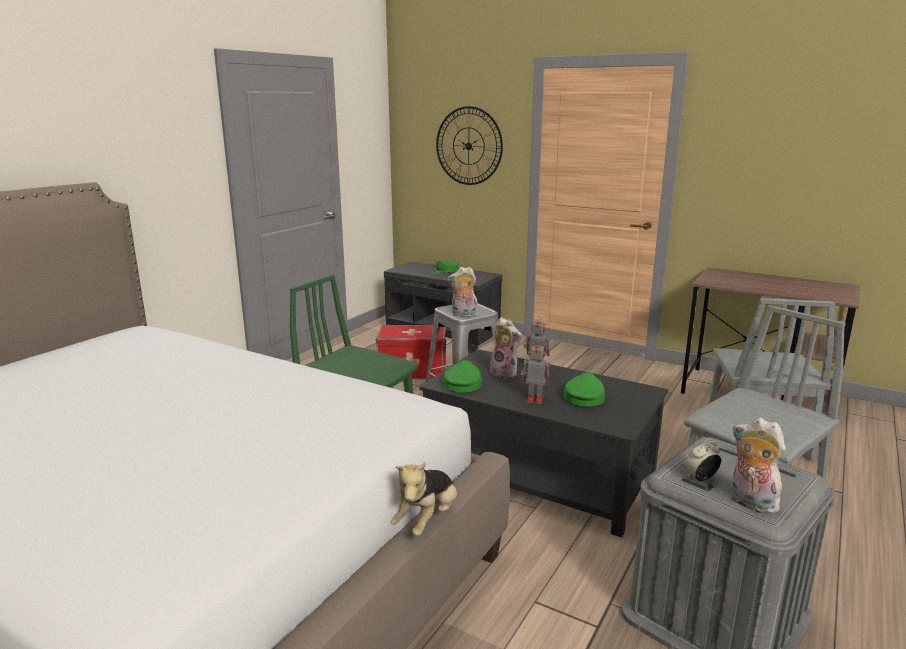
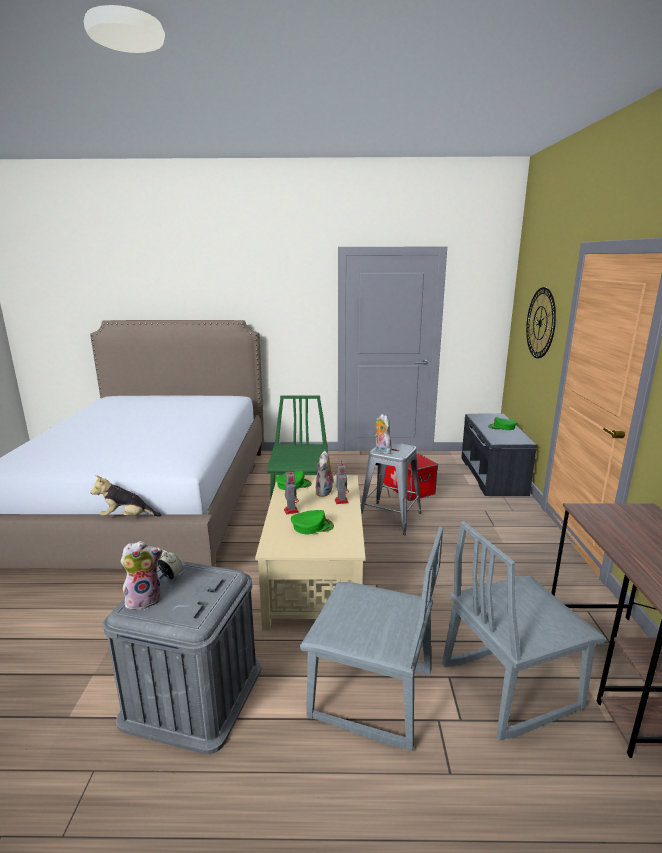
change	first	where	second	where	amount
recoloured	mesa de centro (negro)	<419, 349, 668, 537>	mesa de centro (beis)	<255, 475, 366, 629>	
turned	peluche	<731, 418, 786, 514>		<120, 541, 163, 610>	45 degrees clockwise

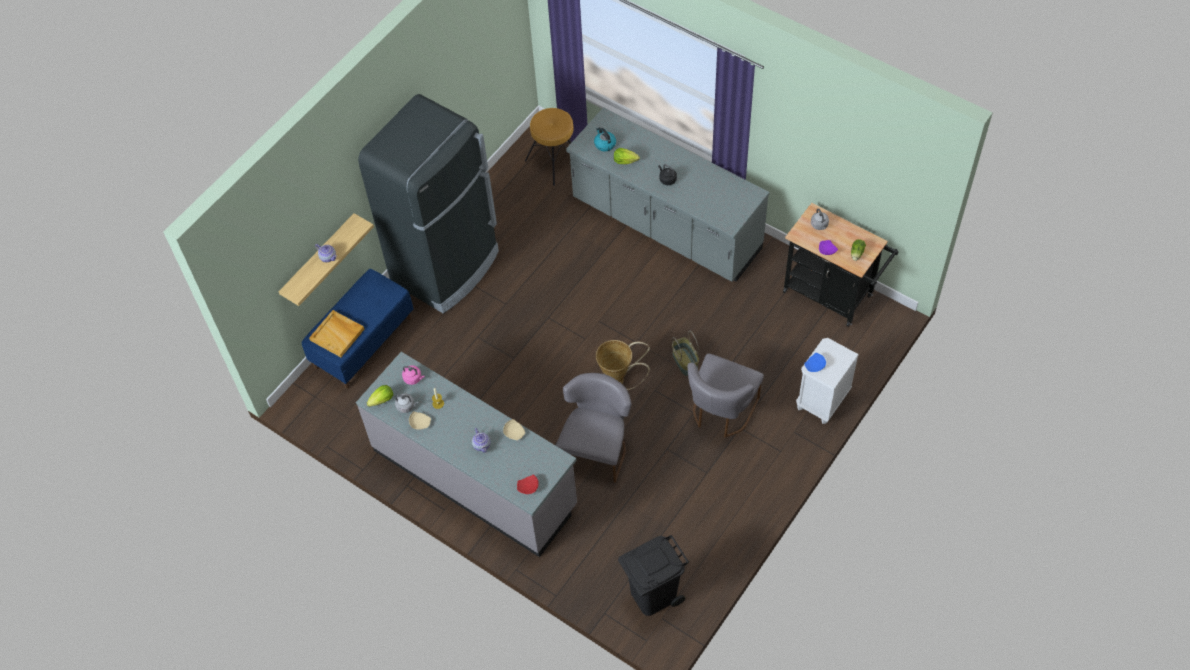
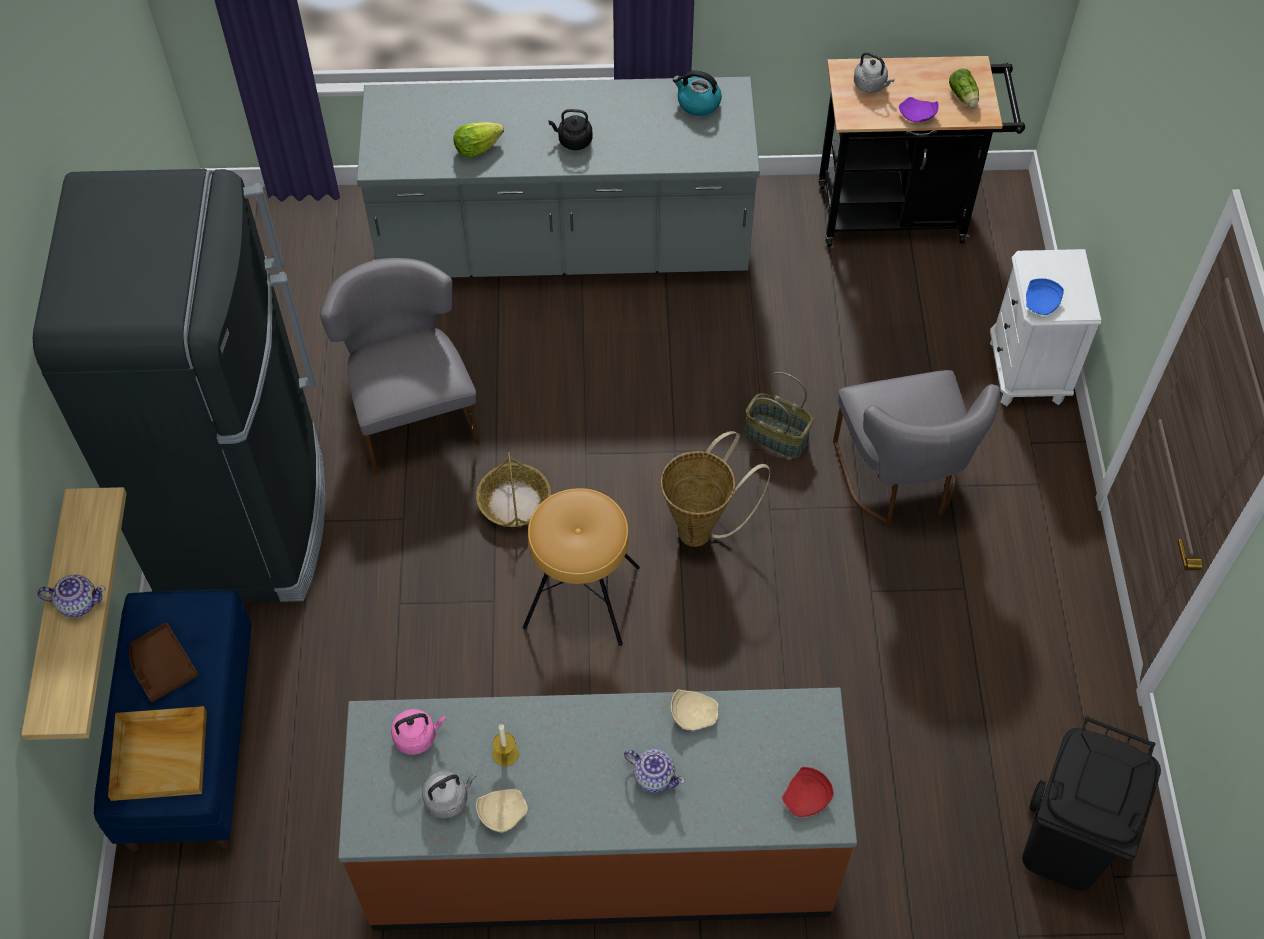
change	first	where	second	where	amount
moved	taburete (marrón)	<525, 108, 574, 186>		<523, 488, 640, 646>	
moved	hervidor	<594, 127, 616, 151>		<673, 70, 722, 116>	
recoloured	mueble bajo de cocina (gris)	<356, 352, 577, 557>	mueble bajo de cocina (marrón)	<338, 688, 857, 930>	
moved	silla (gris)	<556, 373, 631, 483>		<320, 258, 479, 474>	
removed	lechuga	<367, 385, 393, 407>			
added			cesta	<476, 452, 551, 527>	
added			bandeja (marrón)	<129, 623, 198, 702>	

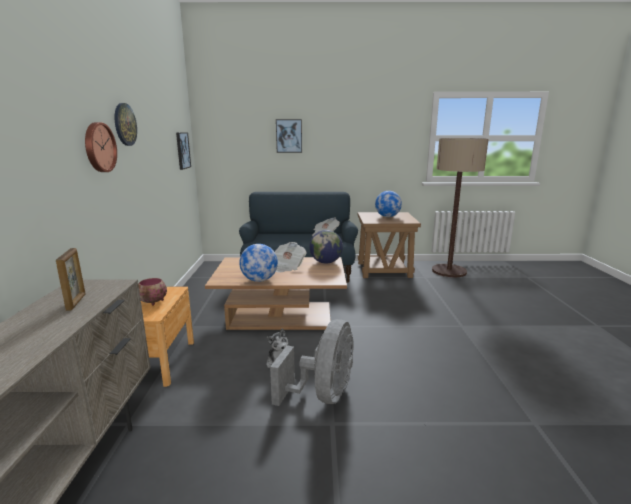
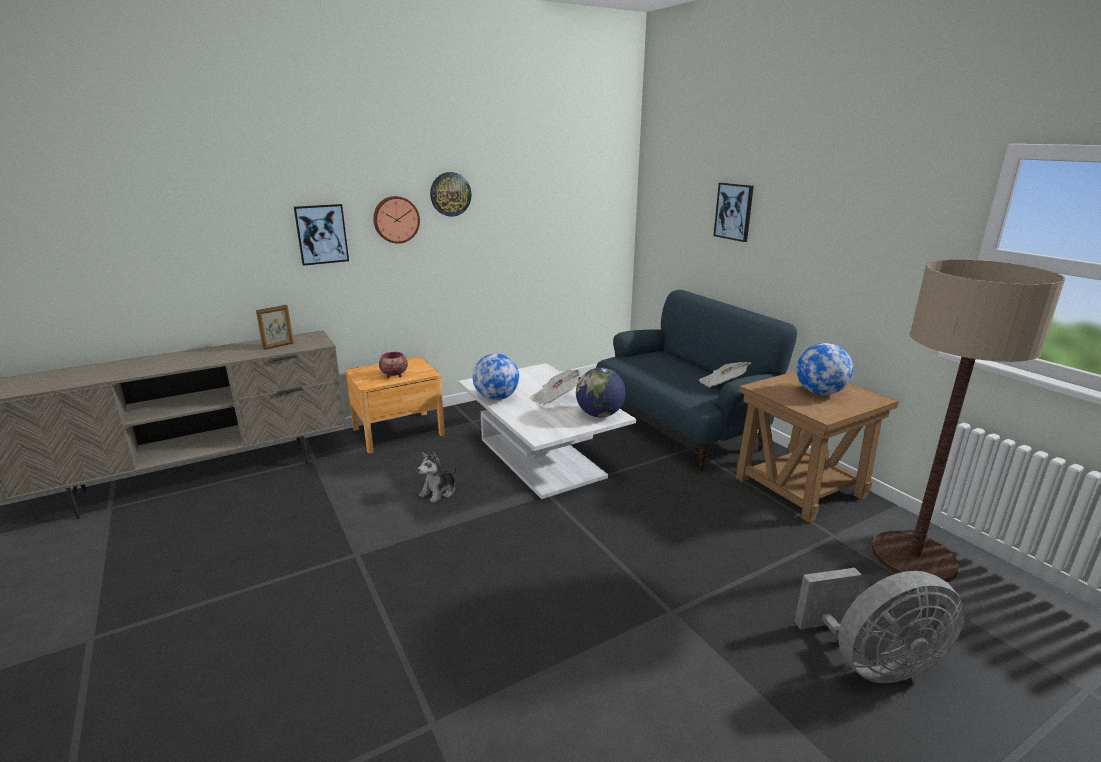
change	first	where	second	where	amount
moved	cuadro	<176, 132, 191, 170>		<294, 204, 349, 266>	
recoloured	mesa de centro (marrón)	<205, 257, 347, 330>	mesa de centro (blanco)	<458, 363, 636, 499>	
moved	ventilador (gris)	<270, 319, 353, 406>		<794, 568, 965, 683>	

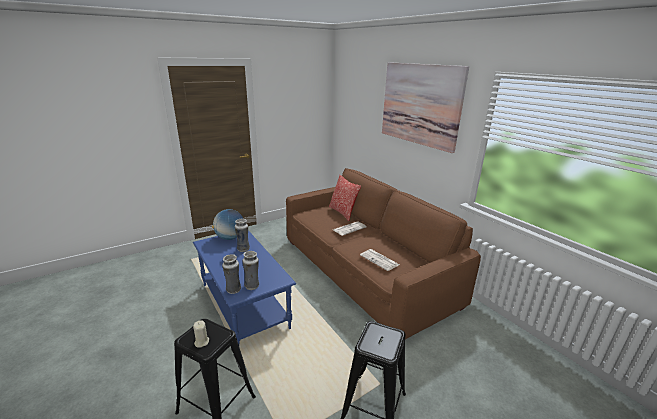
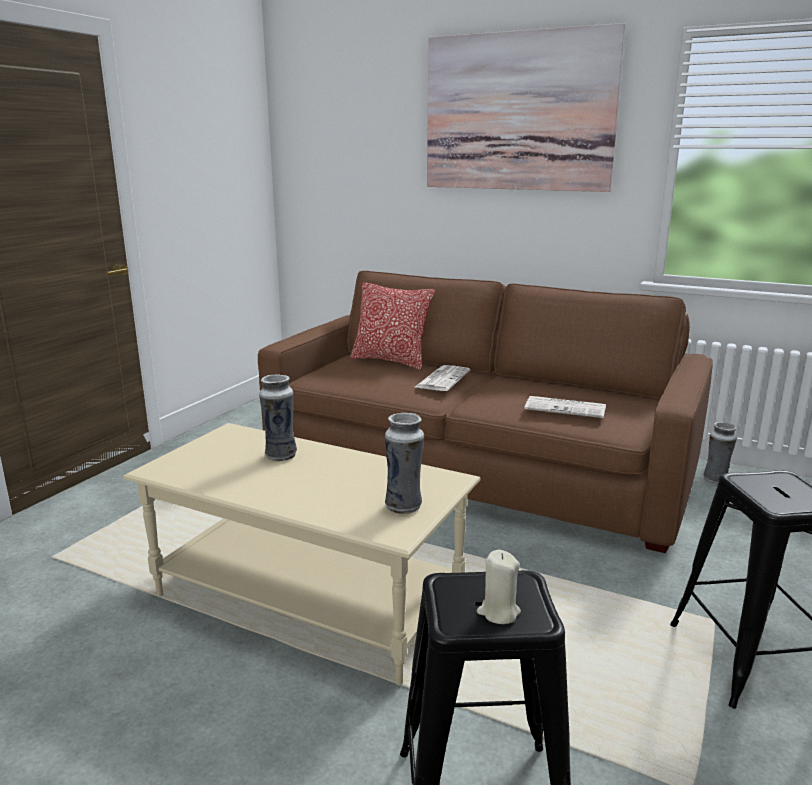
change	first	where	second	where	amount
removed	globo terráqueo	<212, 209, 243, 240>			
recoloured	mesa de centro (azul)	<193, 230, 296, 344>	mesa de centro (beis)	<123, 423, 481, 686>	
moved	florero	<222, 254, 241, 294>		<703, 421, 737, 484>	

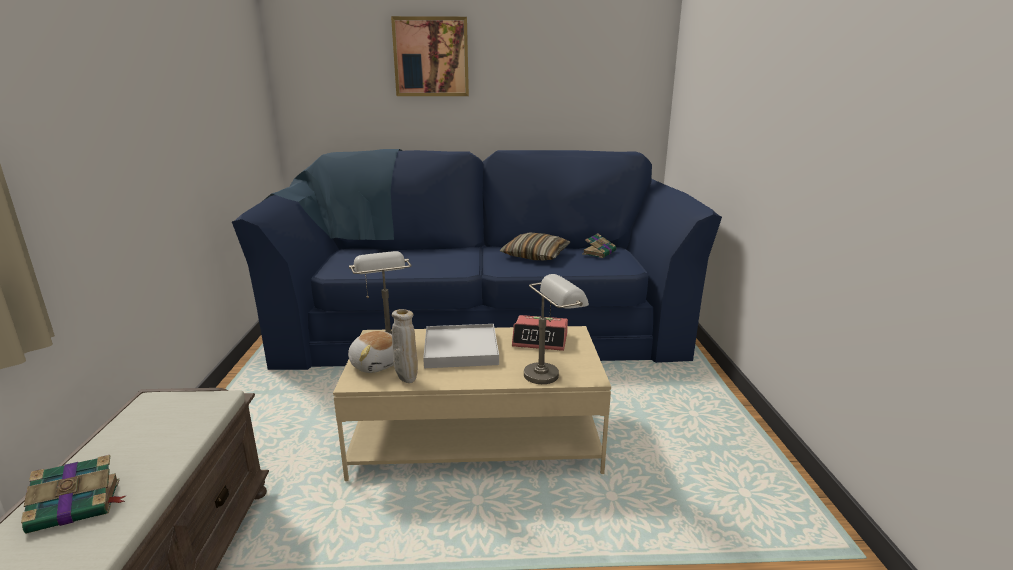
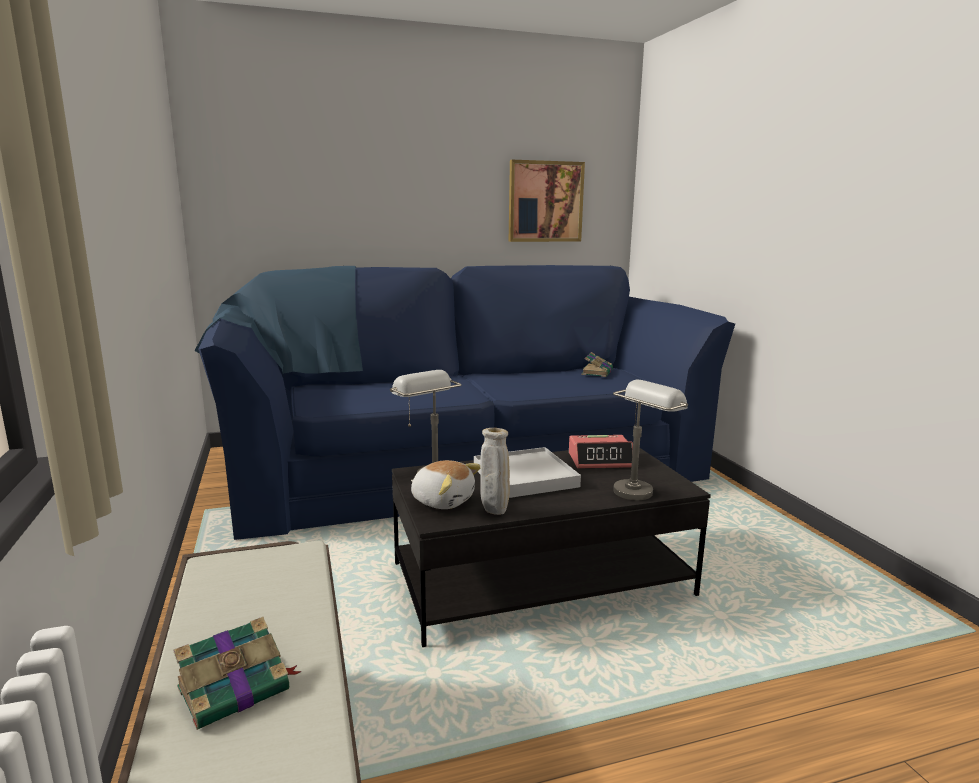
change	first	where	second	where	amount
moved	cuadro	<391, 16, 469, 96>		<509, 160, 585, 242>	
removed	cojín	<500, 232, 570, 260>			
recoloured	mesa de centro (beis)	<333, 326, 611, 481>	mesa de centro (negro)	<392, 448, 711, 647>	

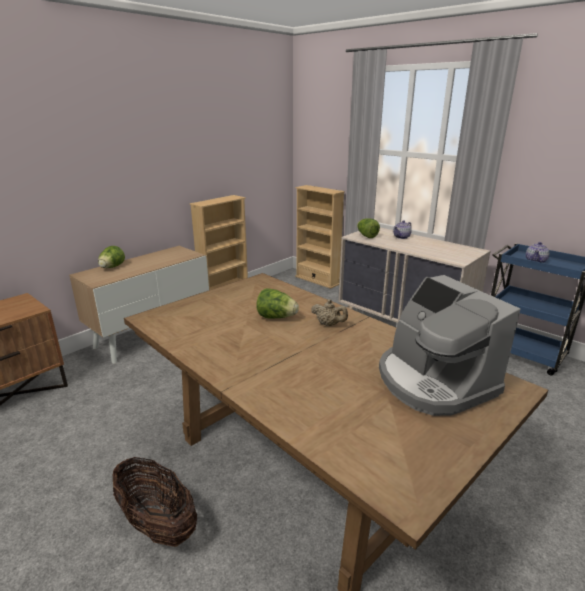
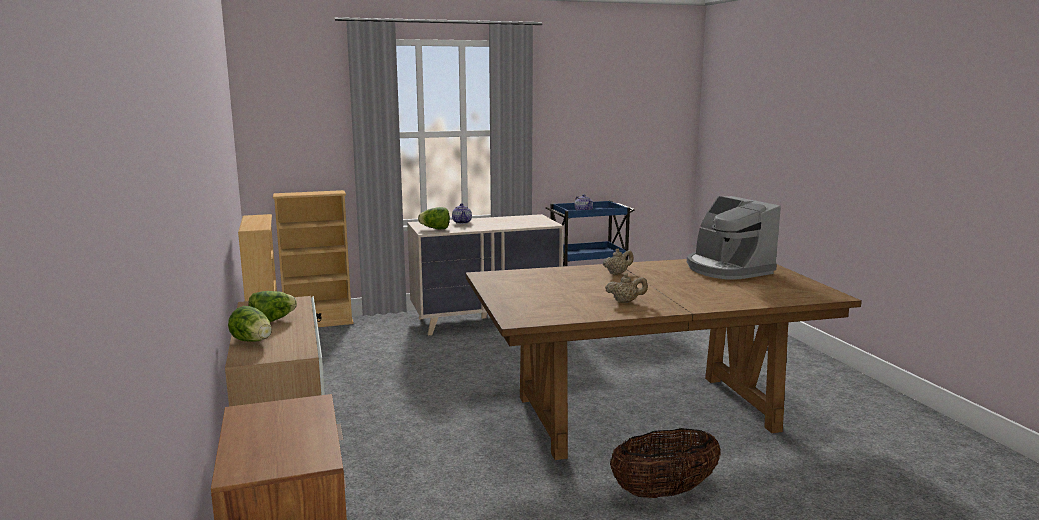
change	first	where	second	where	amount
turned	cafetera	<379, 275, 520, 416>		<687, 196, 781, 279>	60 degrees clockwise
moved	lechuga	<256, 288, 299, 318>		<248, 291, 297, 322>	
added			tetera (beis)	<605, 273, 648, 303>	

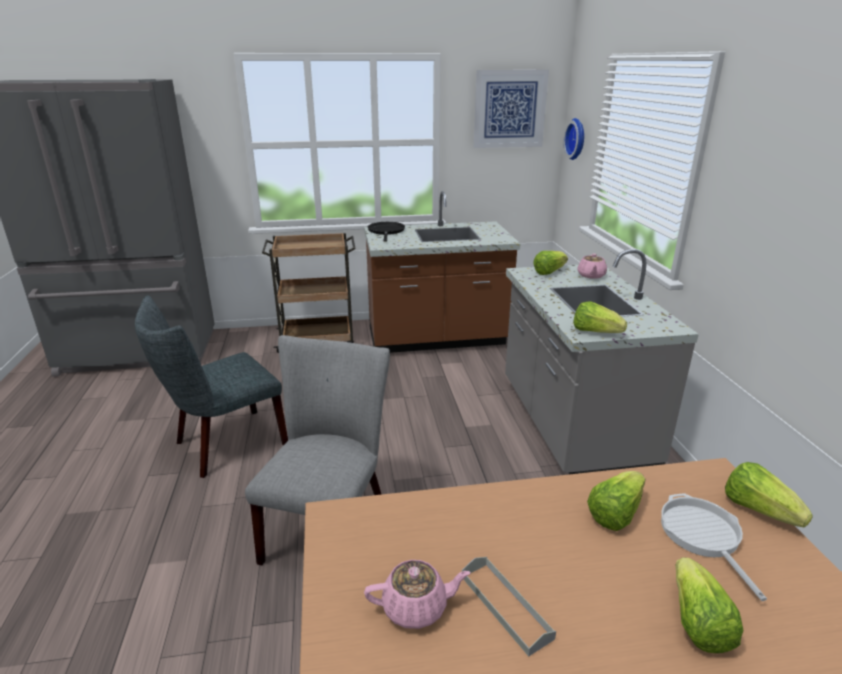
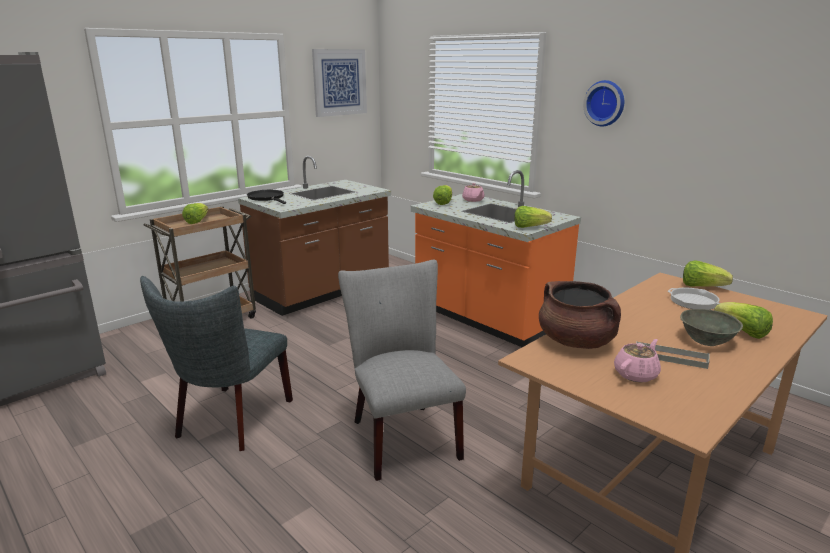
change	first	where	second	where	amount
moved	reloj de pared	<563, 118, 584, 160>		<583, 80, 624, 127>	
recoloured	mueble bajo de cocina (gris)	<505, 249, 699, 474>	mueble bajo de cocina (naranja)	<411, 170, 581, 347>	
moved	lechuga	<587, 471, 645, 531>		<182, 203, 208, 224>	
added			olla (marrón)	<539, 281, 621, 349>	
added			cuenco (gris)	<680, 309, 743, 346>	

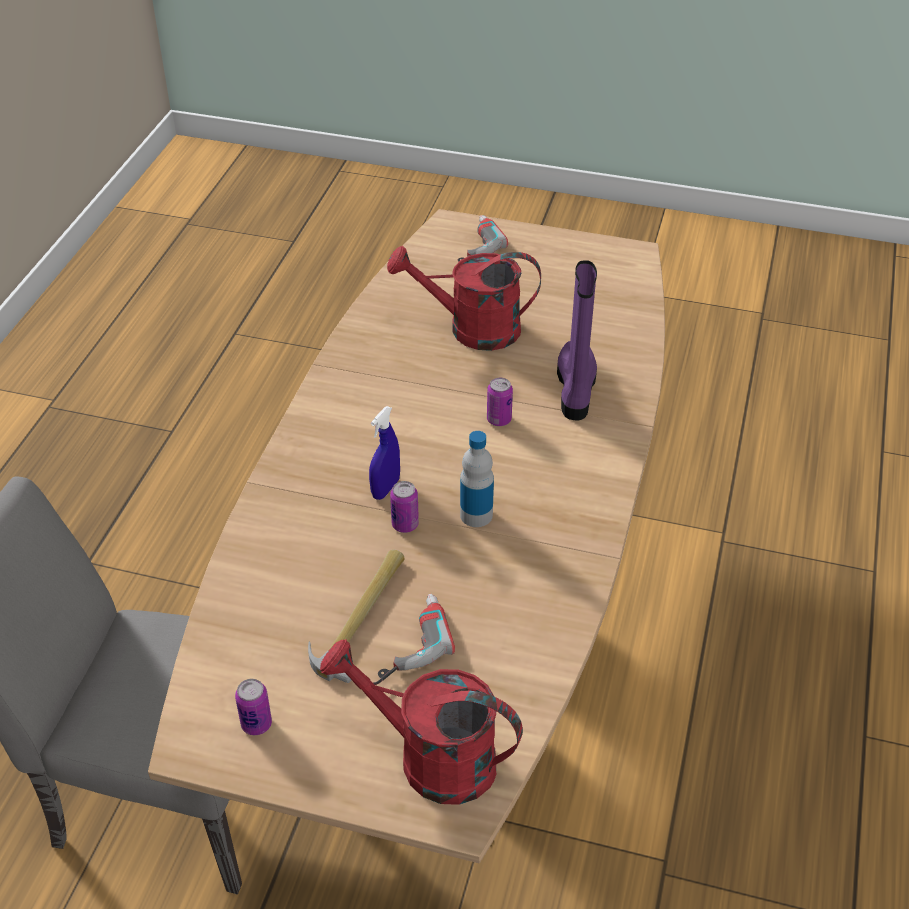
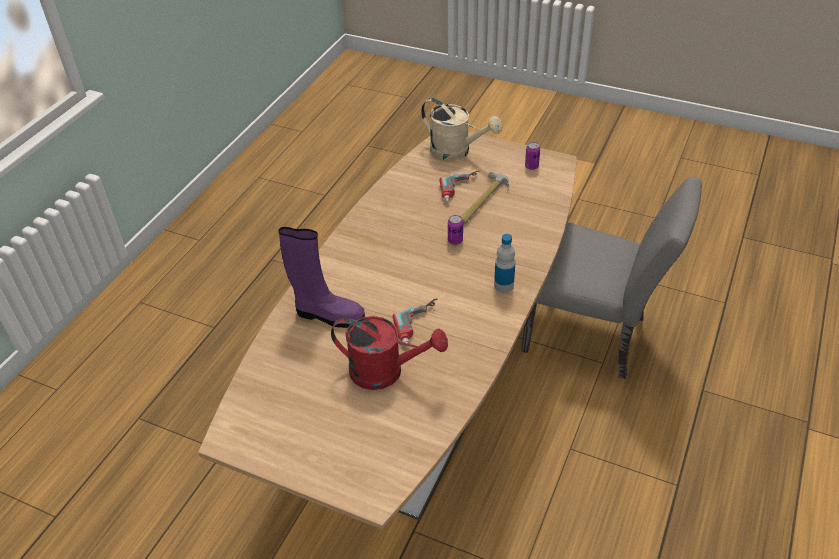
change	first	where	second	where	amount
moved	taladro	<455, 215, 508, 266>		<393, 299, 437, 347>	
turned	bota (morado)	<557, 260, 597, 420>		<278, 227, 365, 328>	90 degrees counterclockwise
removed	lata	<487, 378, 513, 426>			
removed	pulverizador (azul)	<369, 406, 400, 500>			
moved	botella	<460, 431, 494, 527>		<494, 234, 516, 293>	
recoloured	regadera (rojo)	<320, 639, 523, 805>	regadera (beis)	<421, 98, 502, 161>	

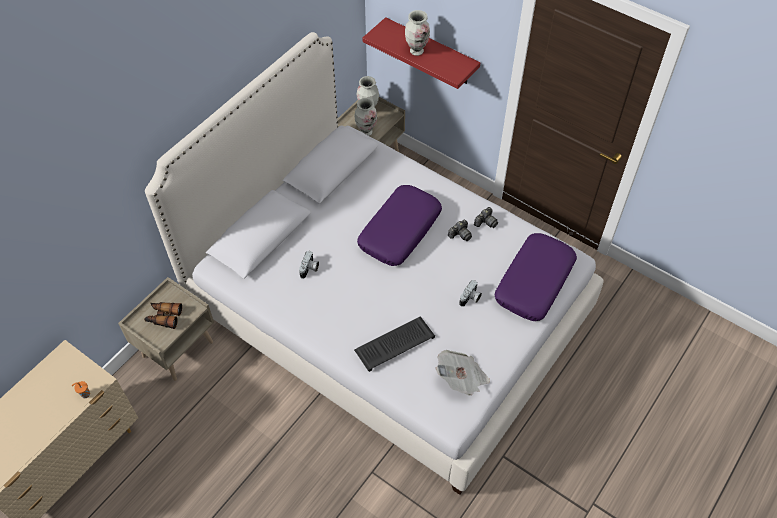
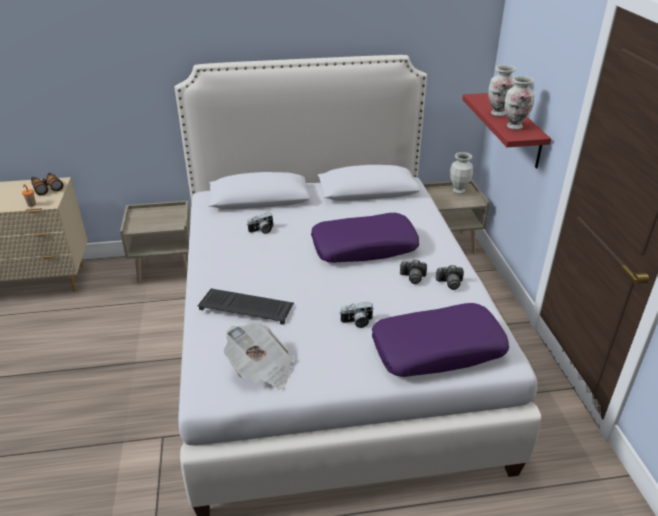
change	first	where	second	where	amount
moved	florero	<354, 98, 377, 136>		<505, 76, 534, 130>	
moved	prismáticos	<144, 302, 182, 329>		<31, 173, 63, 196>	

